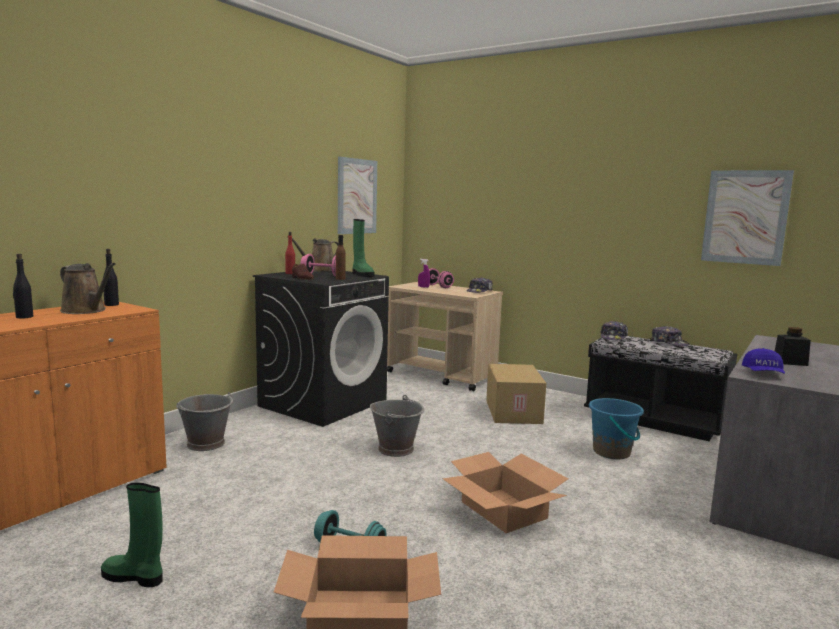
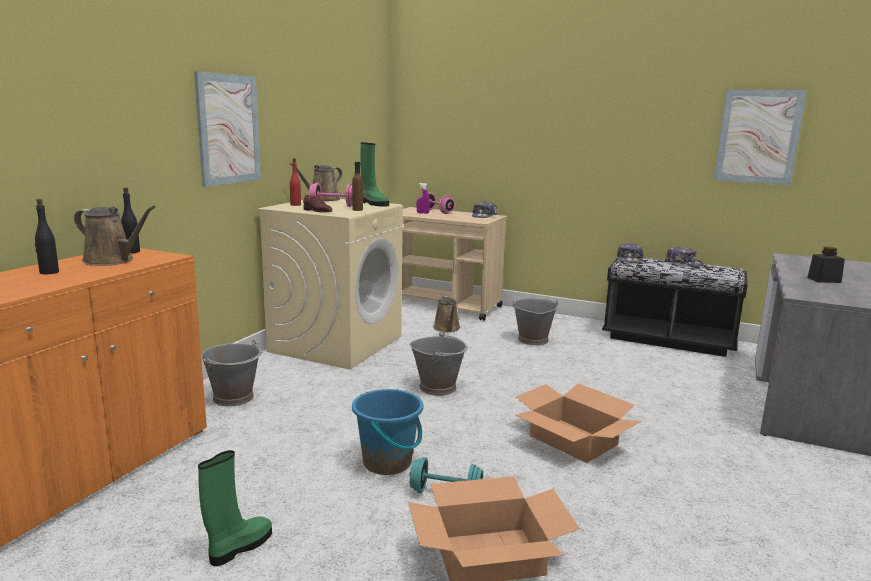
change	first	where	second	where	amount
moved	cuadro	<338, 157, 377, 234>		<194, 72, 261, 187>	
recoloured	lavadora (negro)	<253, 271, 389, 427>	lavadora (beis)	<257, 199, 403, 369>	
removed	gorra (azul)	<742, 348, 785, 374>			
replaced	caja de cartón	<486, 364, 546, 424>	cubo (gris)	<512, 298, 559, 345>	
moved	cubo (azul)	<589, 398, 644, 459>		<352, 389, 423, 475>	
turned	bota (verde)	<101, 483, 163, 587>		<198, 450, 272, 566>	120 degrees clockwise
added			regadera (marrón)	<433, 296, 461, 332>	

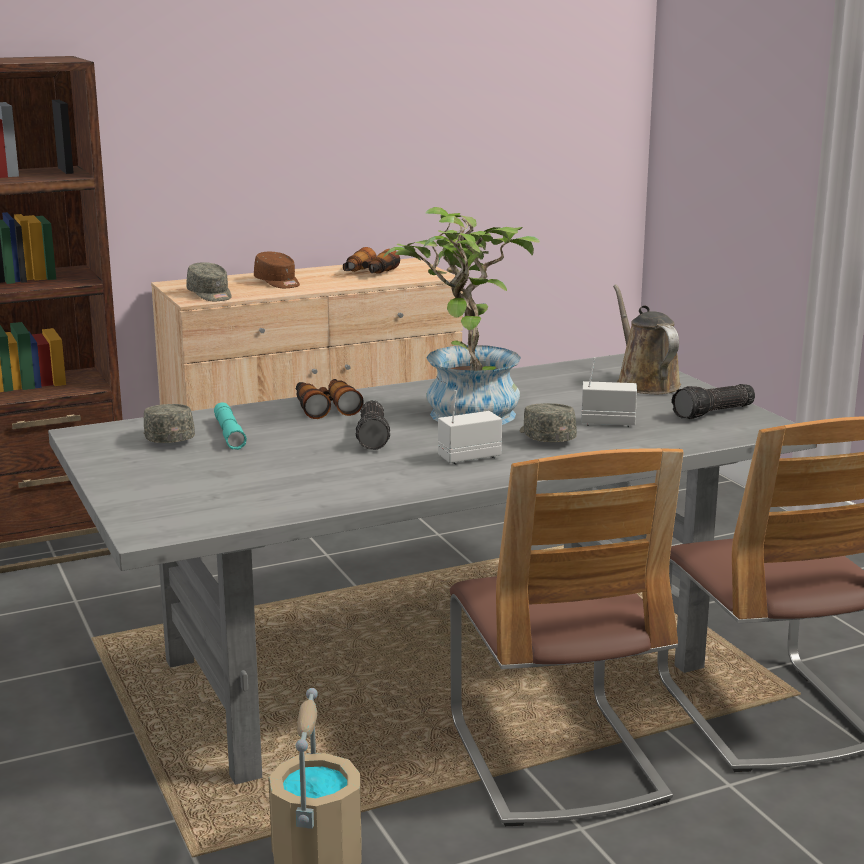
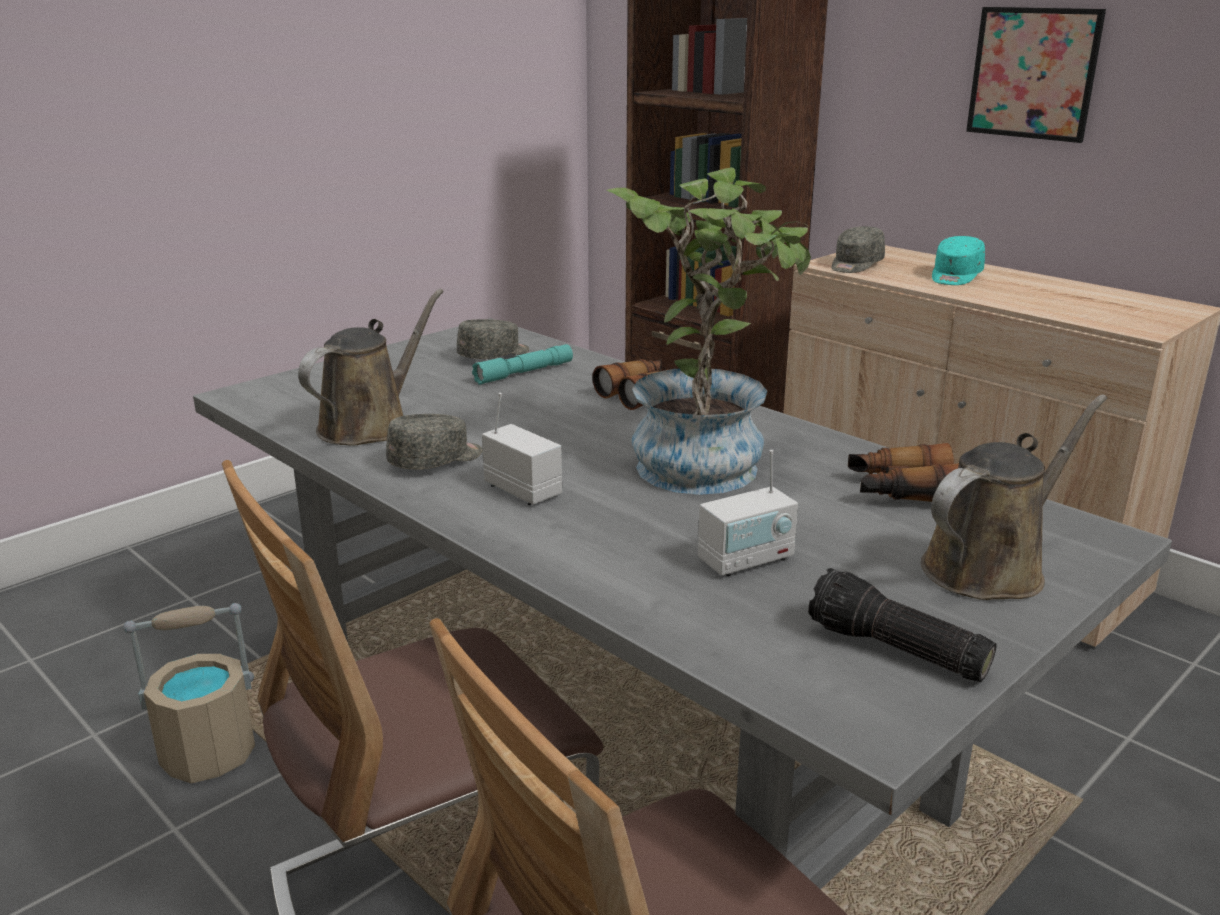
change	first	where	second	where	amount
moved	prismáticos	<343, 247, 400, 274>		<848, 443, 959, 502>	
recoloured	gorra (marrón)	<254, 252, 300, 288>	gorra (turquesa)	<932, 236, 985, 285>	
turned	radio	<581, 357, 637, 427>		<698, 450, 798, 576>	75 degrees clockwise
removed	linterna	<356, 400, 391, 450>			
moved	gorra (gris)	<520, 403, 577, 442>		<386, 414, 483, 470>	
added			cuadro	<966, 7, 1106, 143>	
added			regadera (marrón)	<298, 289, 444, 445>	

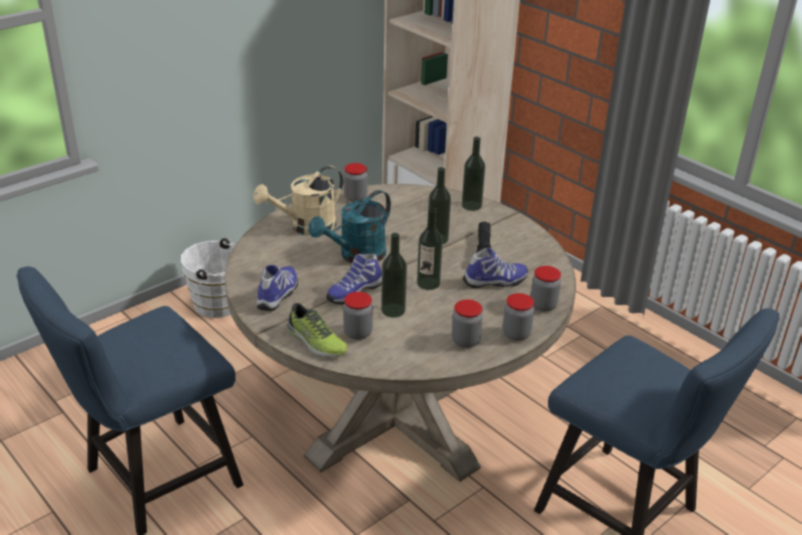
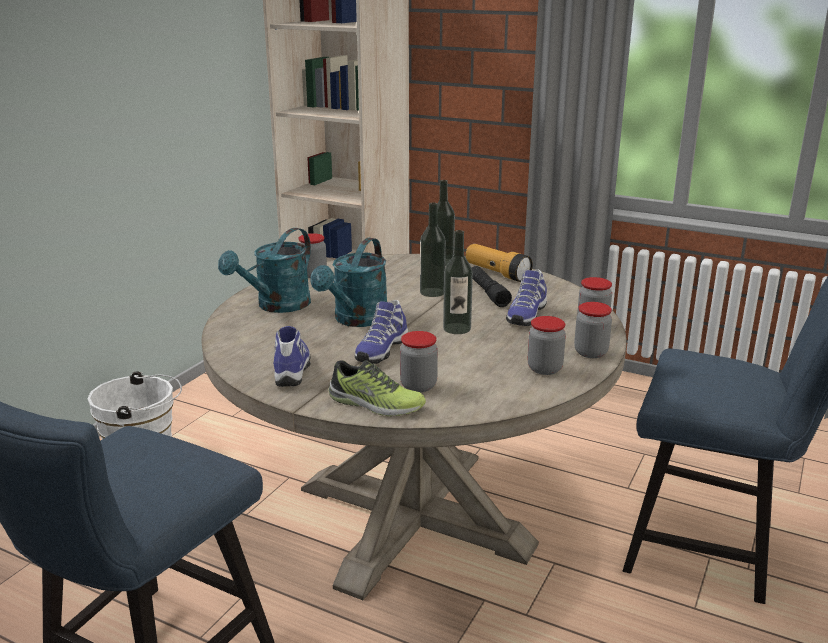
change	first	where	second	where	amount
recoloured	regadera (beis)	<253, 166, 343, 236>	regadera (turquesa)	<218, 228, 311, 313>	
removed	botella	<381, 233, 407, 318>			
turned	zapato	<463, 248, 528, 288>		<506, 269, 547, 326>	150 degrees clockwise
added			linterna	<466, 244, 533, 282>	

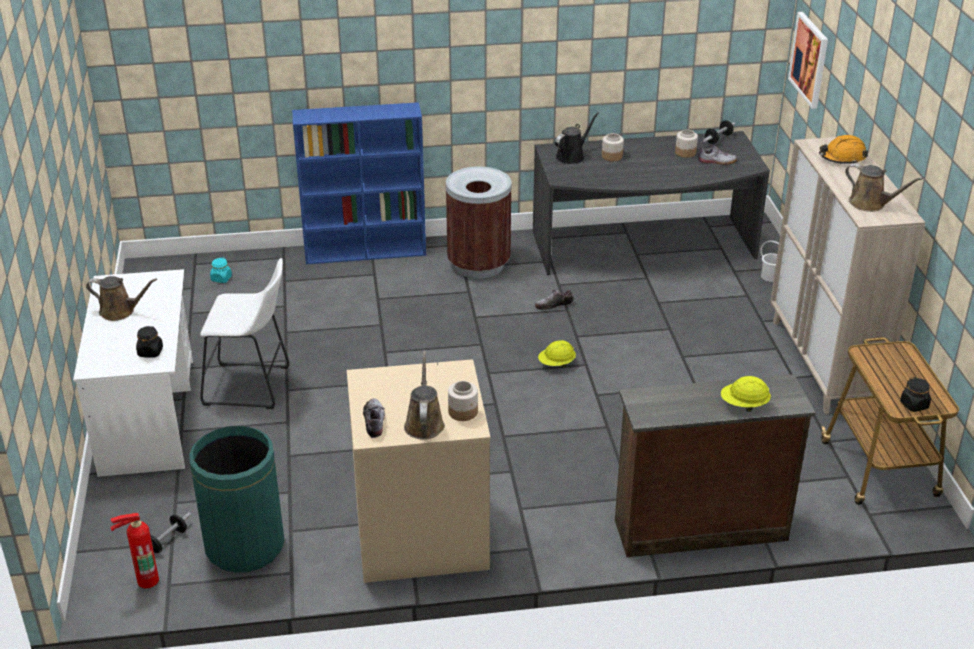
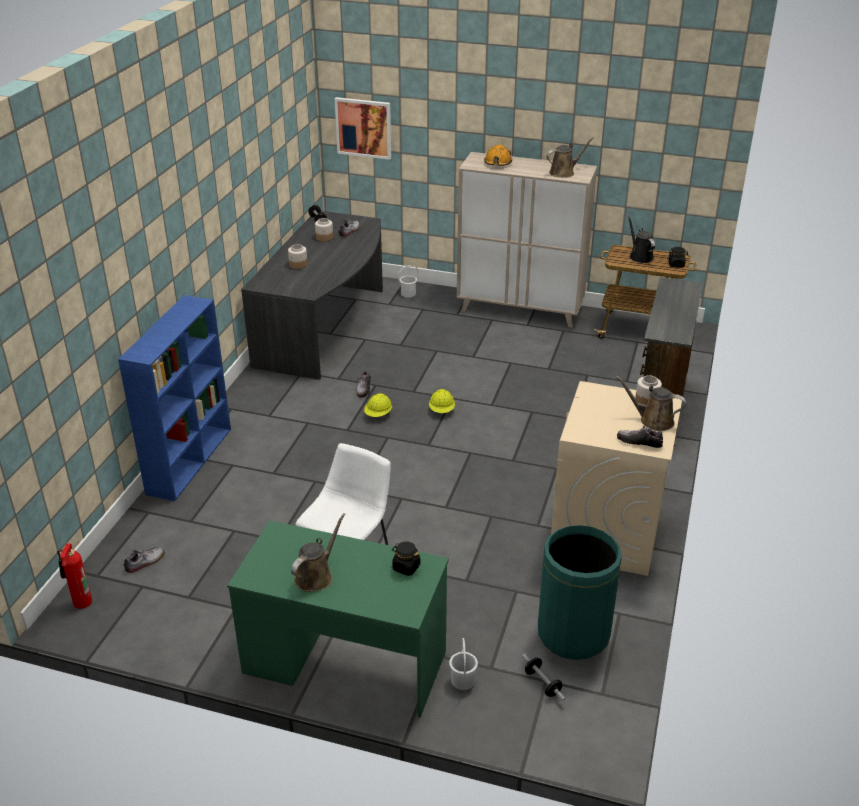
change	first	where	second	where	amount
moved	regadera (negro)	<555, 112, 599, 164>		<628, 216, 655, 263>	
removed	papelera (marrón)	<446, 166, 511, 279>			
replaced	tarro (turquesa)	<210, 257, 232, 283>	zapato	<123, 547, 165, 573>	
recoloured	escritorio (blanco)	<73, 269, 193, 477>	escritorio (verde)	<227, 520, 449, 718>	
moved	casco (amarillo)	<721, 376, 771, 412>		<364, 393, 392, 417>	
moved	extintor	<111, 513, 159, 588>		<57, 543, 92, 609>	
added			cubo (blanco)	<449, 638, 478, 690>	

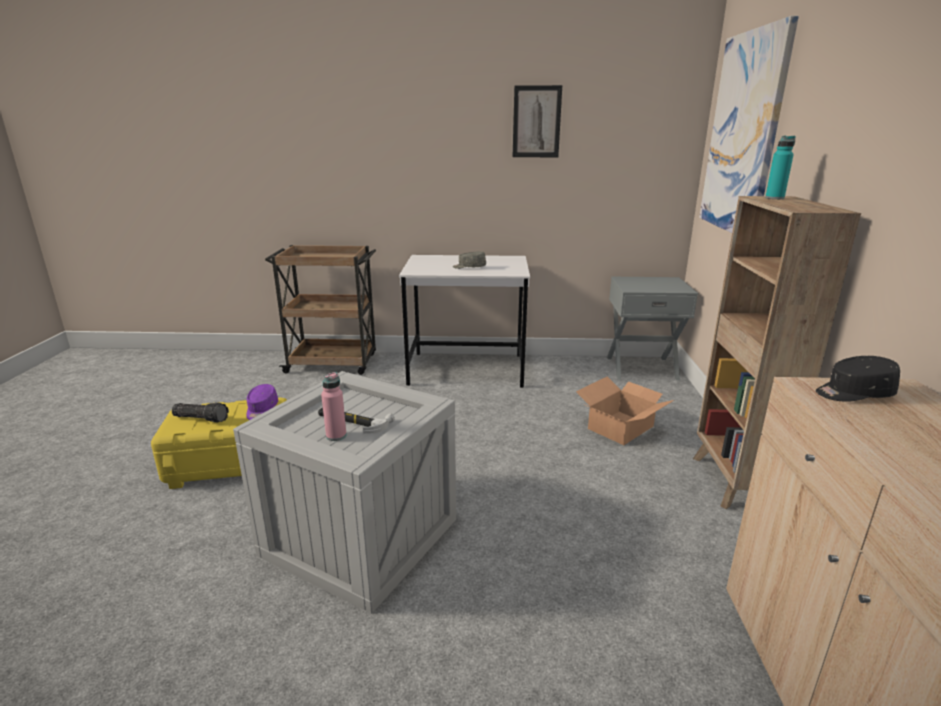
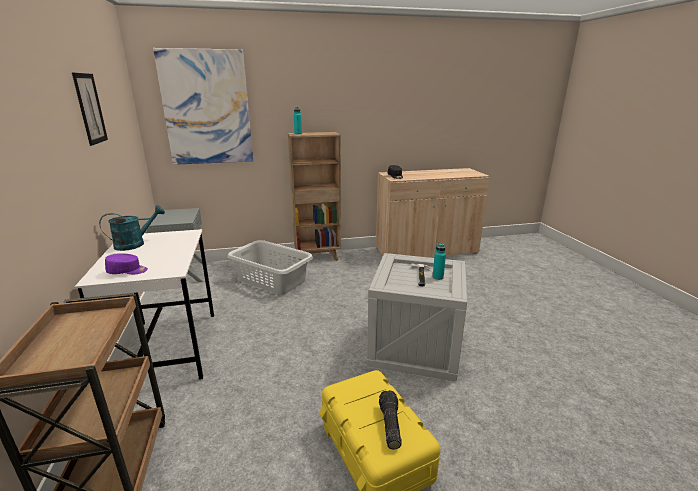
change	first	where	second	where	amount
removed	gorra (gris)	<453, 251, 486, 269>			
recoloured	botella (rosa)	<321, 372, 347, 441>	botella (turquesa)	<433, 243, 446, 280>	
replaced	caja de cartón	<576, 376, 674, 445>	cesto de la ropa (gris)	<227, 240, 313, 295>	
moved	gorra (morado)	<246, 384, 278, 420>		<105, 253, 148, 274>	
added			regadera (turquesa)	<99, 205, 165, 251>	

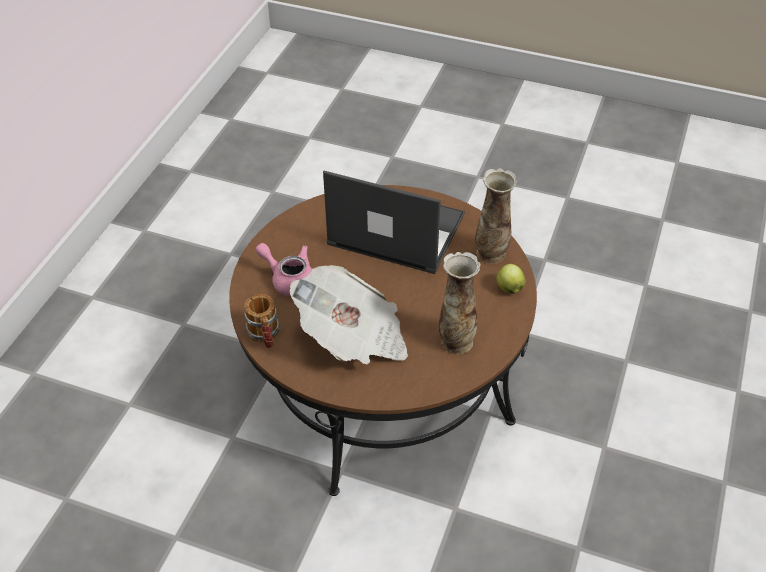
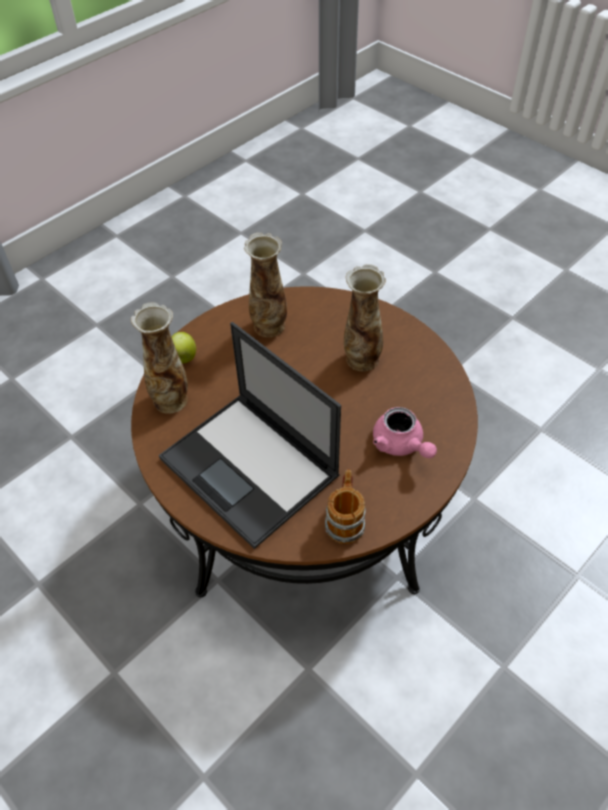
change	first	where	second	where	amount
replaced	periódico	<290, 265, 408, 364>	florero	<344, 264, 386, 371>	
moved	taza grande	<244, 294, 280, 348>		<325, 469, 366, 544>	

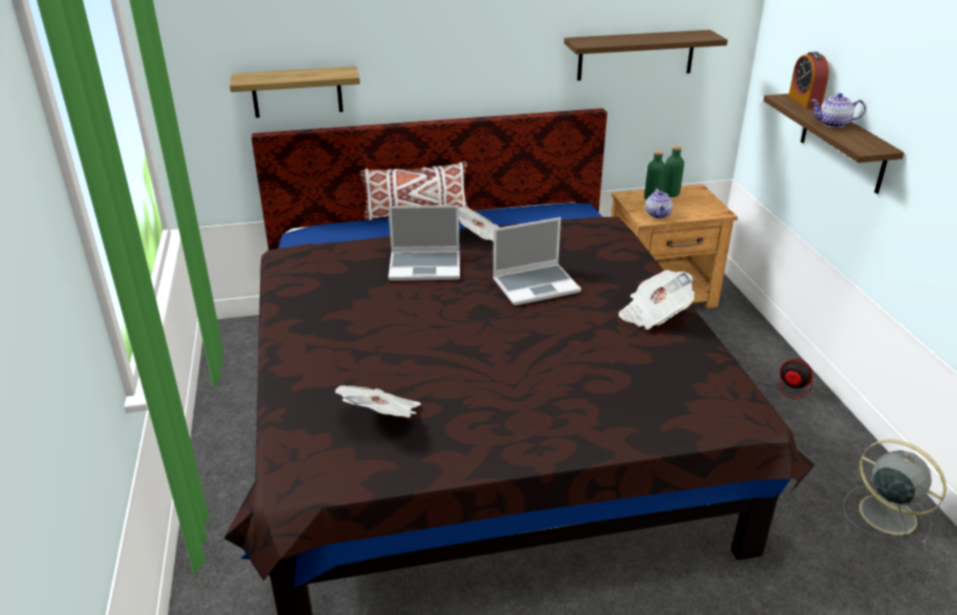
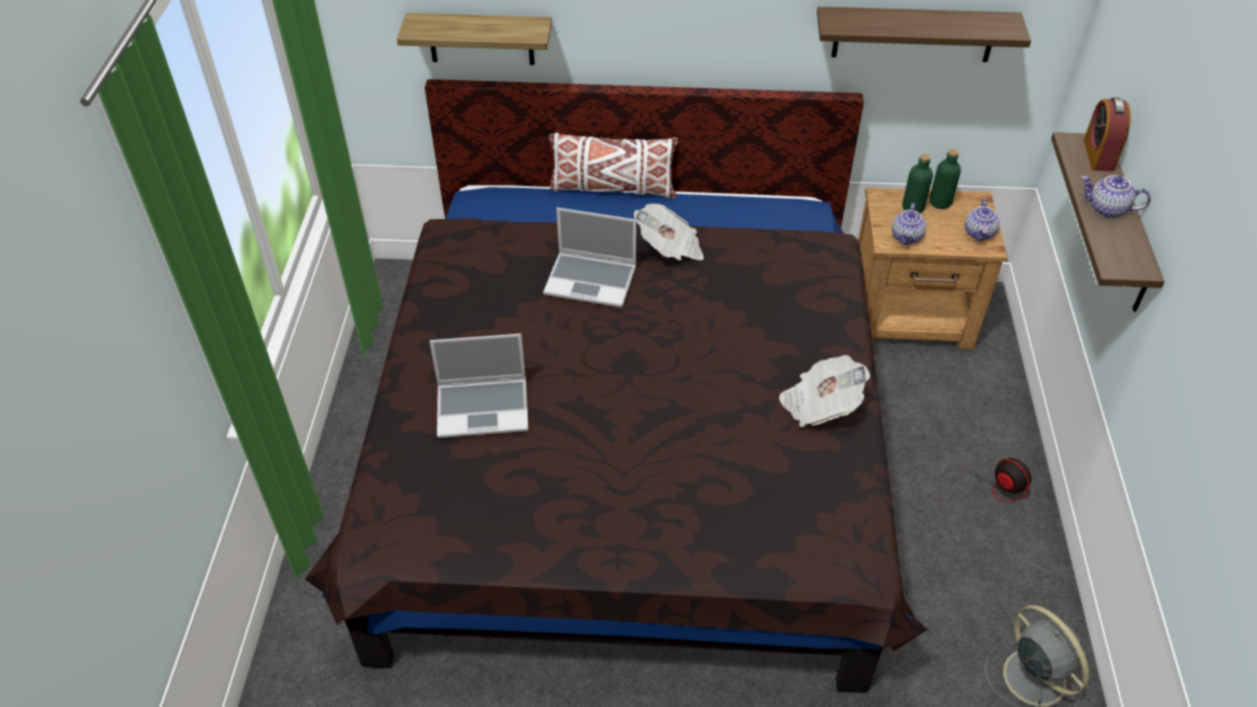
change	first	where	second	where	amount
moved	portátil	<493, 217, 581, 306>		<429, 334, 529, 438>	
removed	periódico	<335, 385, 421, 418>			
added			tetera	<965, 199, 1000, 242>	

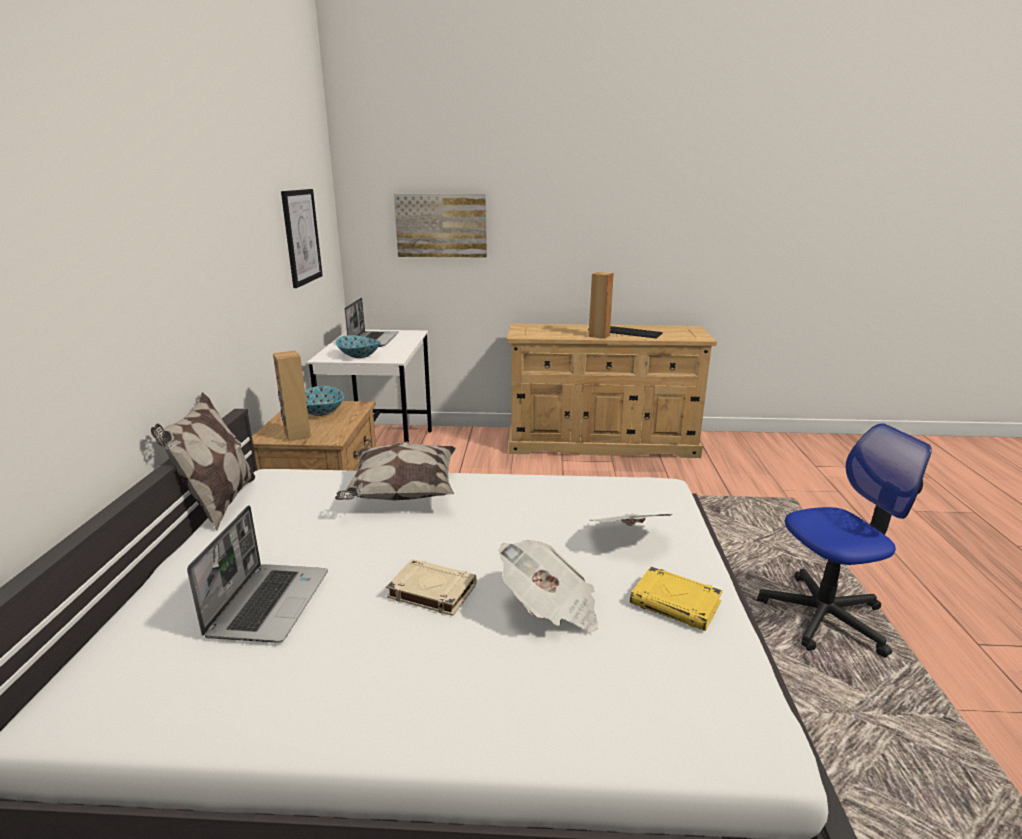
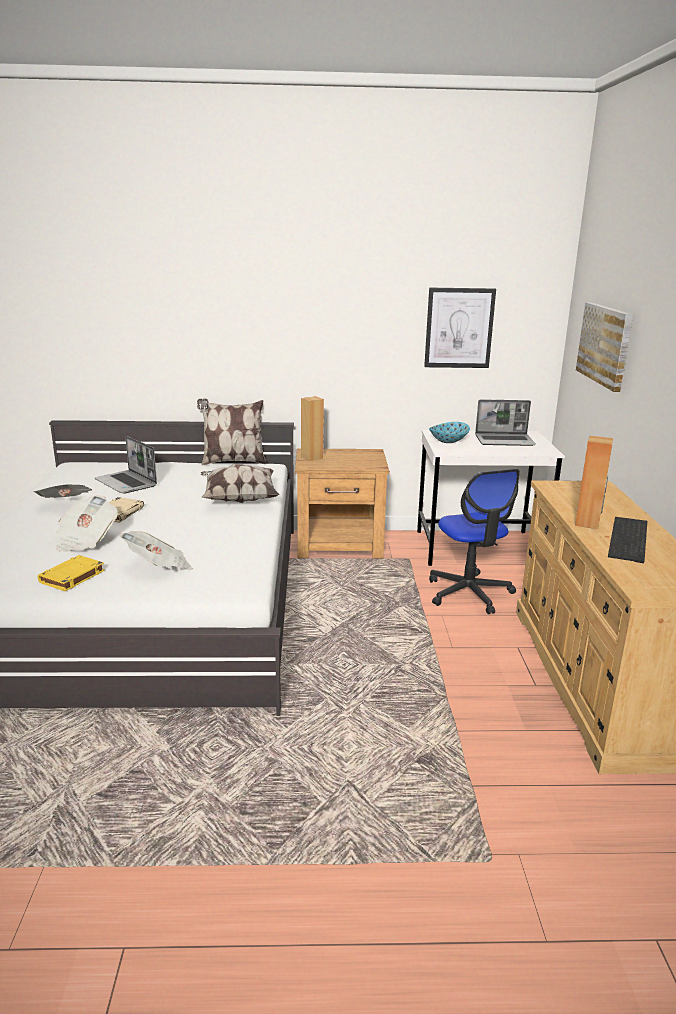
change	first	where	second	where	amount
removed	cuenco	<305, 386, 344, 416>			
moved	silla de oficina	<757, 423, 932, 658>		<429, 469, 520, 614>	
turned	portátil	<187, 505, 328, 643>		<95, 436, 157, 493>	45 degrees clockwise
added			periódico	<34, 484, 92, 498>	

